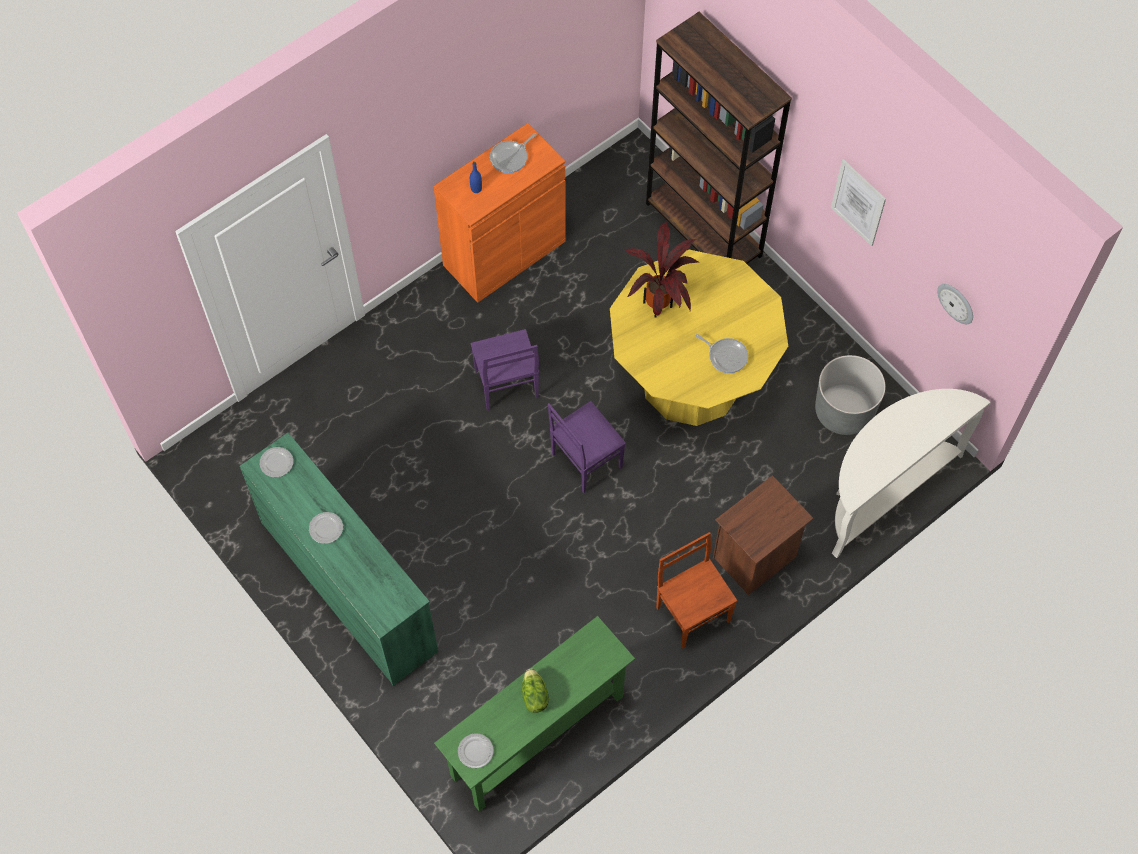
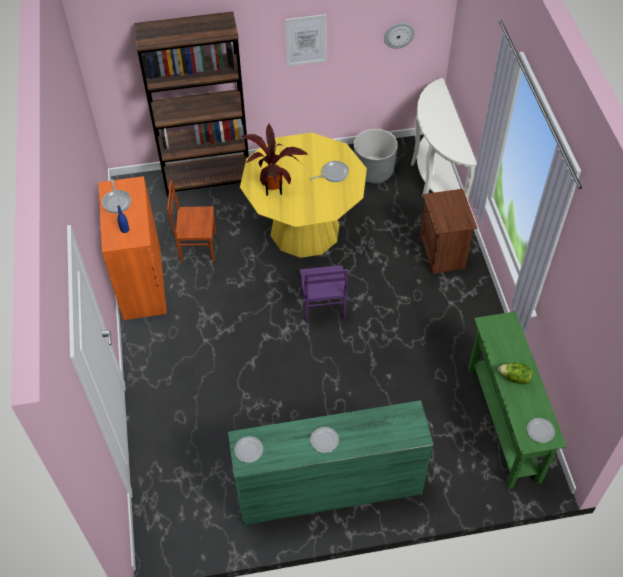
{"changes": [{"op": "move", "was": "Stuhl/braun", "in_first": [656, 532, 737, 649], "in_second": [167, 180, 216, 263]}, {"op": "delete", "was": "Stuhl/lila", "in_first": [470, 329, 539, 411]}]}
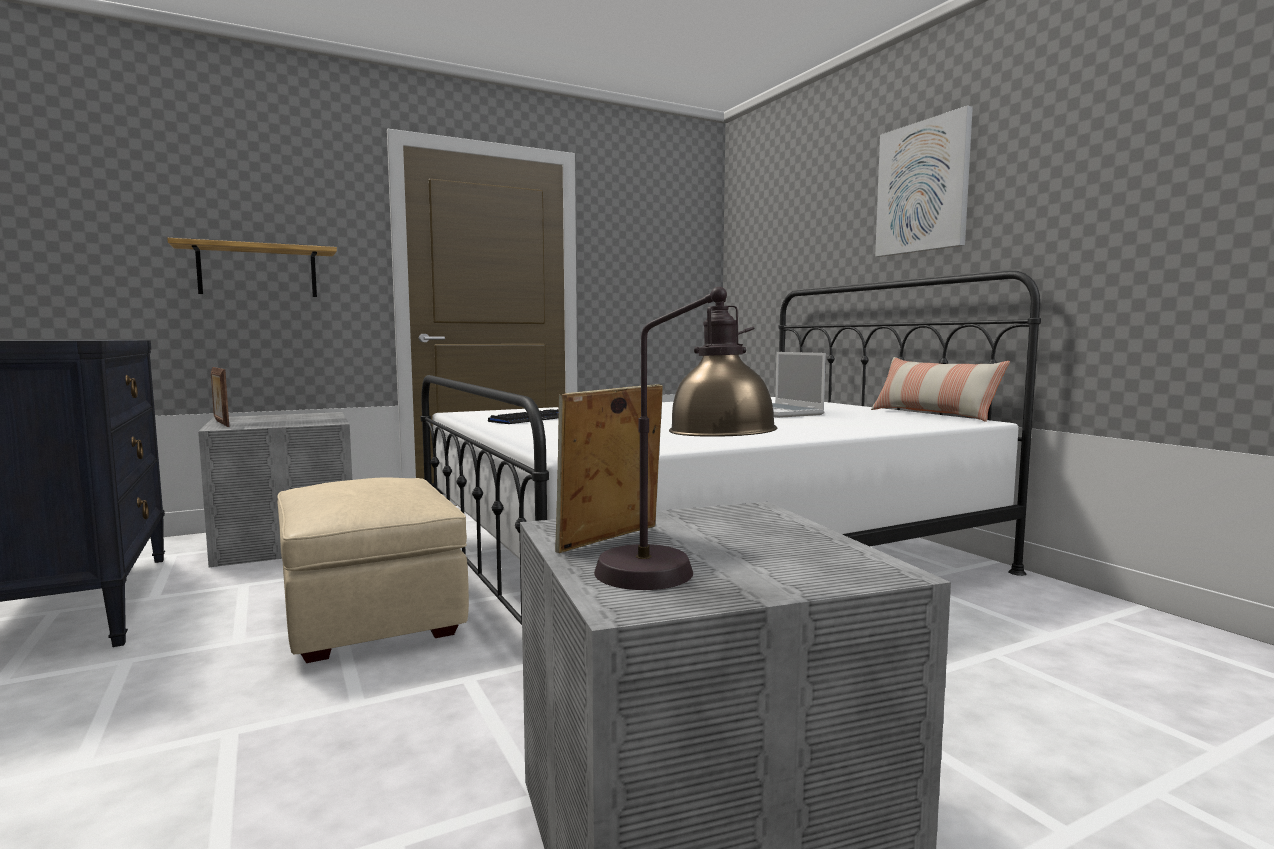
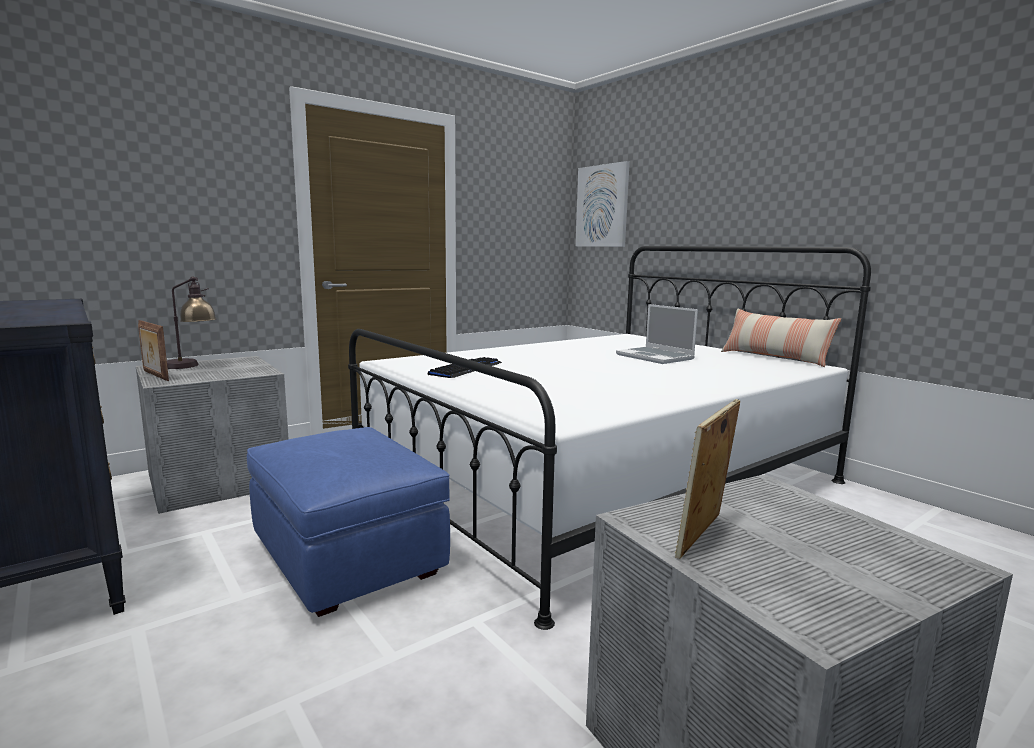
{"changes": [{"op": "move", "was": "Tischlampe", "in_first": [594, 287, 777, 590], "in_second": [167, 277, 217, 369]}, {"op": "recolor", "was": "Polsterhocker/beige", "now": "Polsterhocker/blau", "in_first": [277, 478, 469, 663], "in_second": [247, 427, 450, 617]}, {"op": "move", "was": "Bild", "in_first": [875, 106, 973, 257], "in_second": [575, 161, 630, 247]}, {"op": "delete", "was": "Wandregal", "in_first": [167, 238, 337, 297]}]}
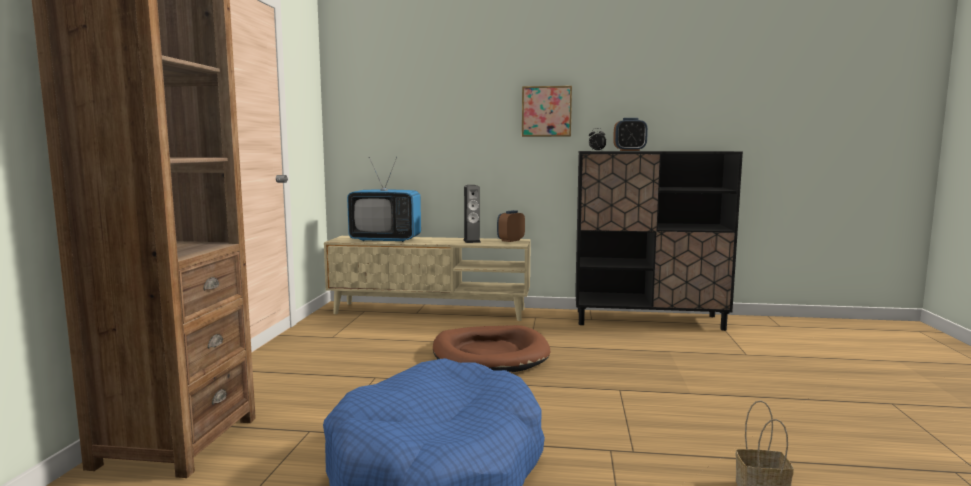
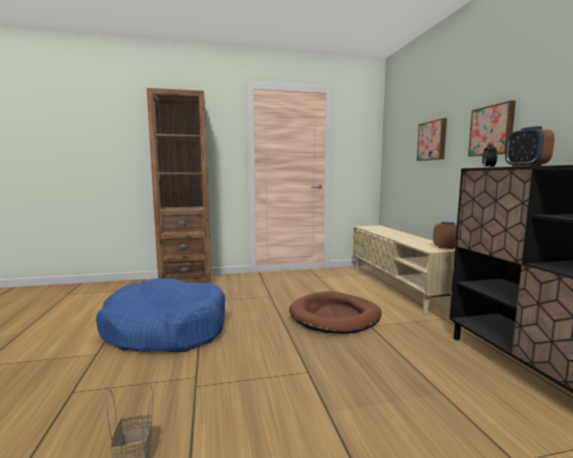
{"changes": [{"op": "insert", "now": "Bild", "in_second": [417, 118, 447, 161]}, {"op": "delete", "was": "Fernseher", "in_first": [347, 157, 421, 242]}, {"op": "delete", "was": "Lautsprecher", "in_first": [463, 185, 481, 243]}]}
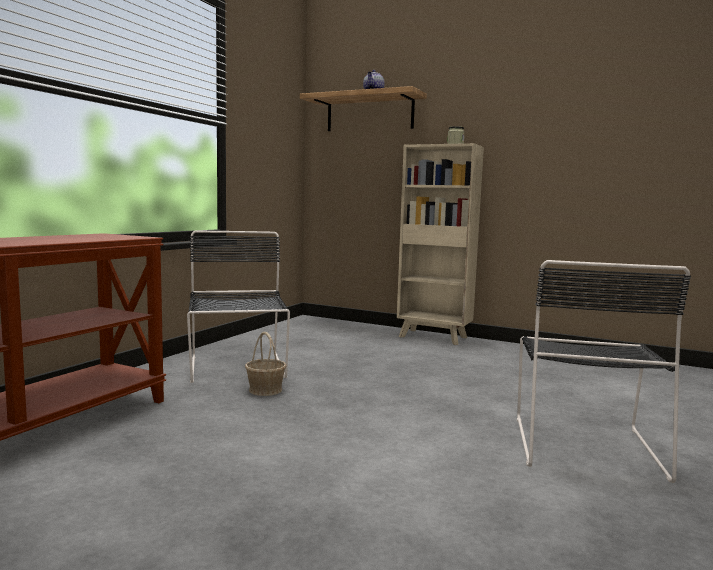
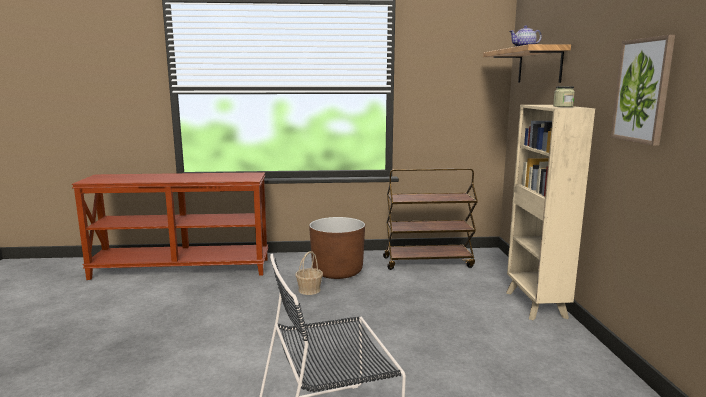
{"changes": [{"op": "replace", "was": "Stuhl/schwarz", "now": "Pflanzkübel/braun", "in_first": [187, 231, 290, 383], "in_second": [309, 217, 365, 279]}, {"op": "insert", "now": "Rollwagen/braun", "in_second": [383, 168, 478, 270]}, {"op": "insert", "now": "Bild", "in_second": [611, 35, 675, 146]}]}
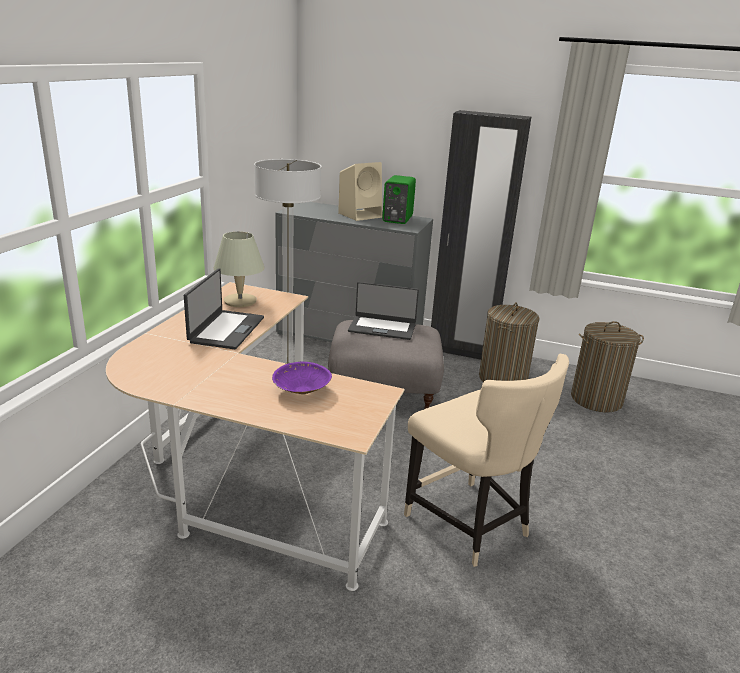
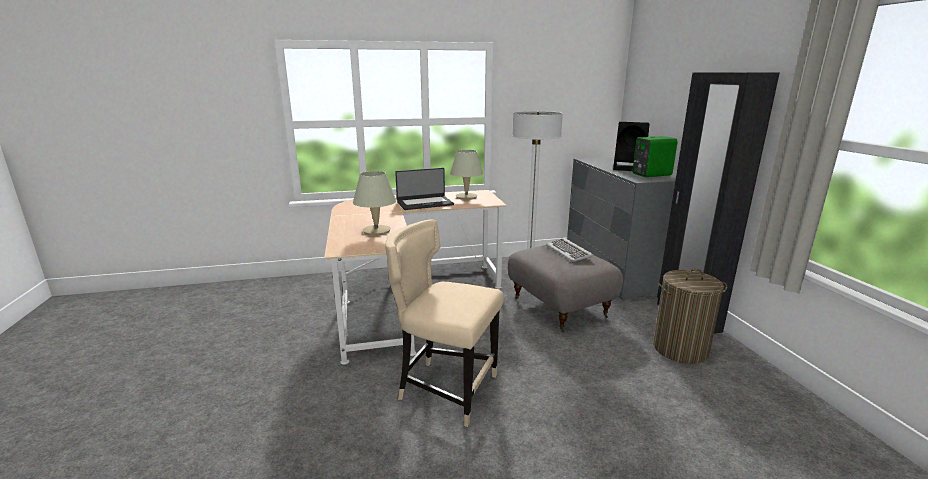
{"changes": [{"op": "replace", "was": "Schüssel/lila", "now": "Tischlampe/beige", "in_first": [272, 362, 332, 394], "in_second": [353, 171, 396, 235]}, {"op": "rotate", "was": "Stuhl/beige", "in_first": [404, 354, 569, 567], "in_second": [385, 219, 504, 427], "clockwise": 90}, {"op": "replace", "was": "Laptop", "now": "Tastatur", "in_first": [348, 282, 419, 340], "in_second": [546, 238, 594, 262]}, {"op": "recolor", "was": "Lautsprecher/beige", "now": "Lautsprecher/schwarz", "in_first": [338, 162, 382, 221], "in_second": [613, 122, 649, 171]}, {"op": "delete", "was": "Wäschekorb", "in_first": [571, 321, 644, 413]}]}
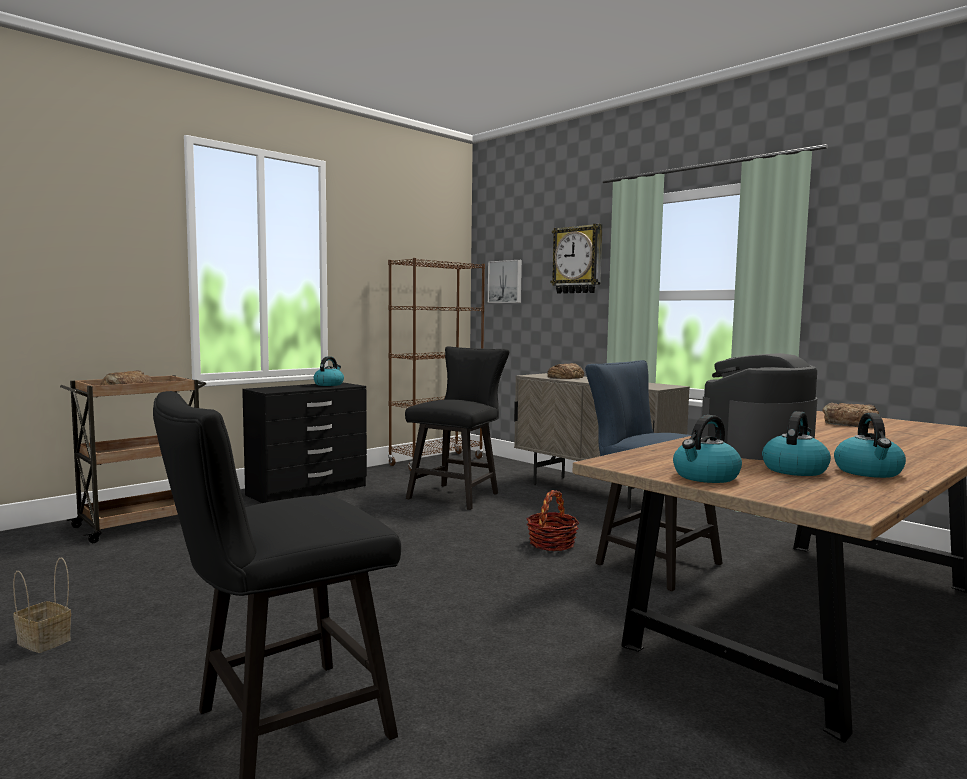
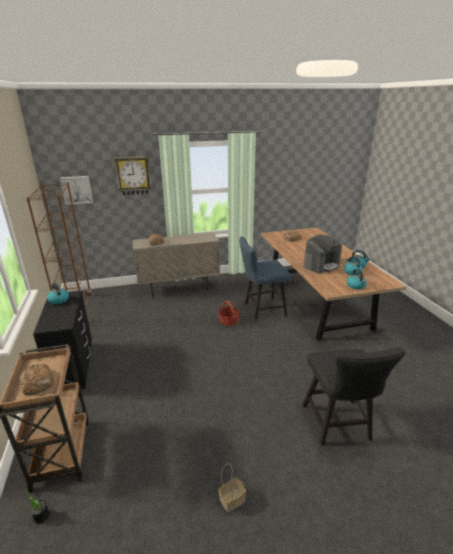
{"changes": [{"op": "insert", "now": "Topfpflanze", "in_second": [26, 489, 50, 524]}, {"op": "rotate", "was": "Kaffeemaschine", "in_first": [701, 353, 817, 460], "in_second": [304, 234, 342, 274], "clockwise": -120}, {"op": "delete", "was": "Stuhl/schwarz", "in_first": [405, 347, 509, 510]}]}
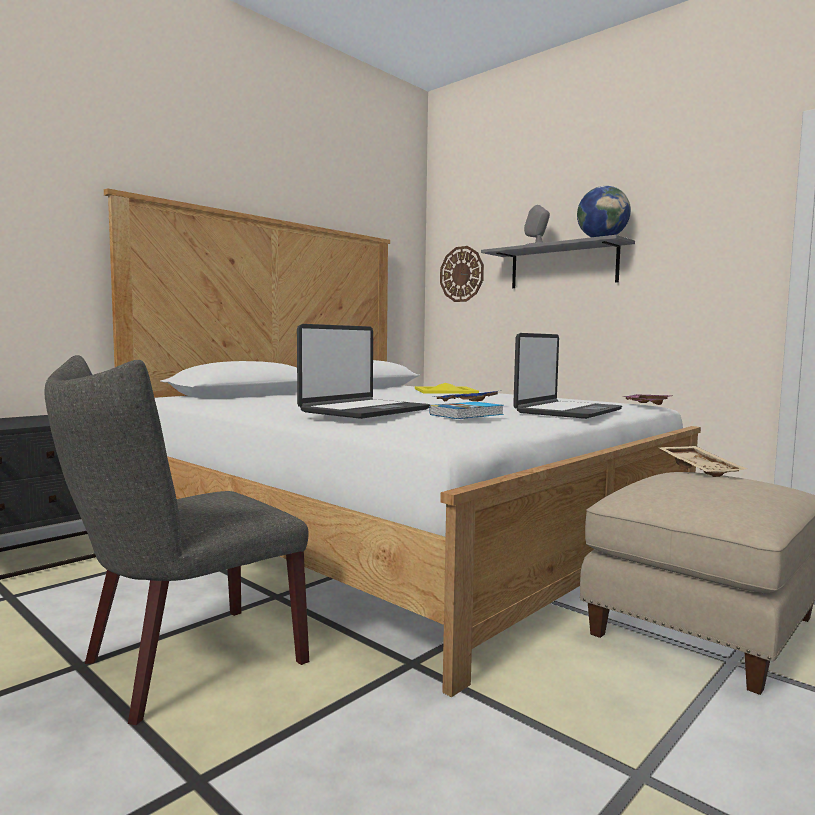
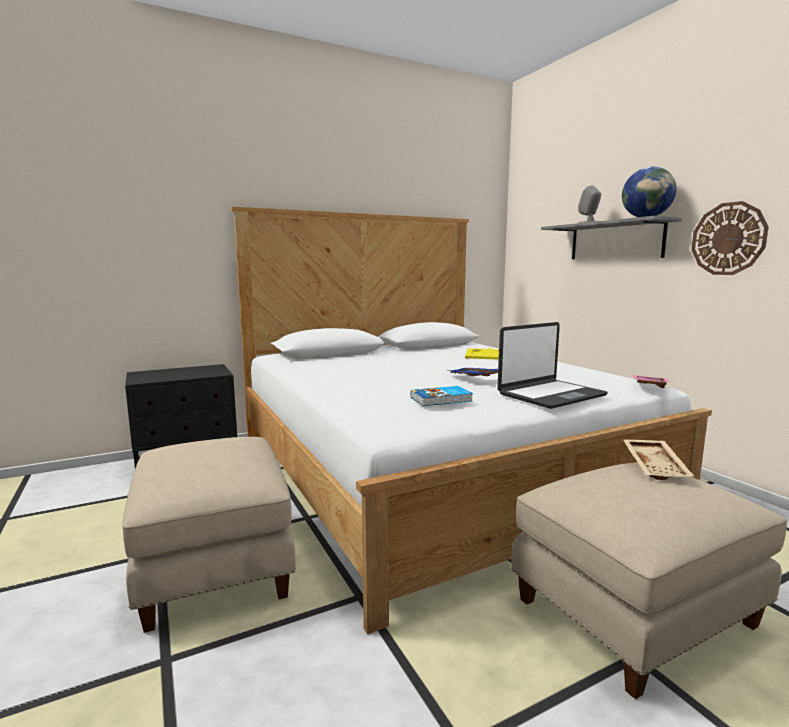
{"changes": [{"op": "replace", "was": "Stuhl/grau", "now": "Polsterhocker/beige", "in_first": [44, 355, 309, 725], "in_second": [122, 437, 296, 633]}, {"op": "move", "was": "Wanduhr", "in_first": [440, 246, 484, 302], "in_second": [691, 201, 769, 275]}, {"op": "delete", "was": "Laptop", "in_first": [297, 324, 430, 419]}]}
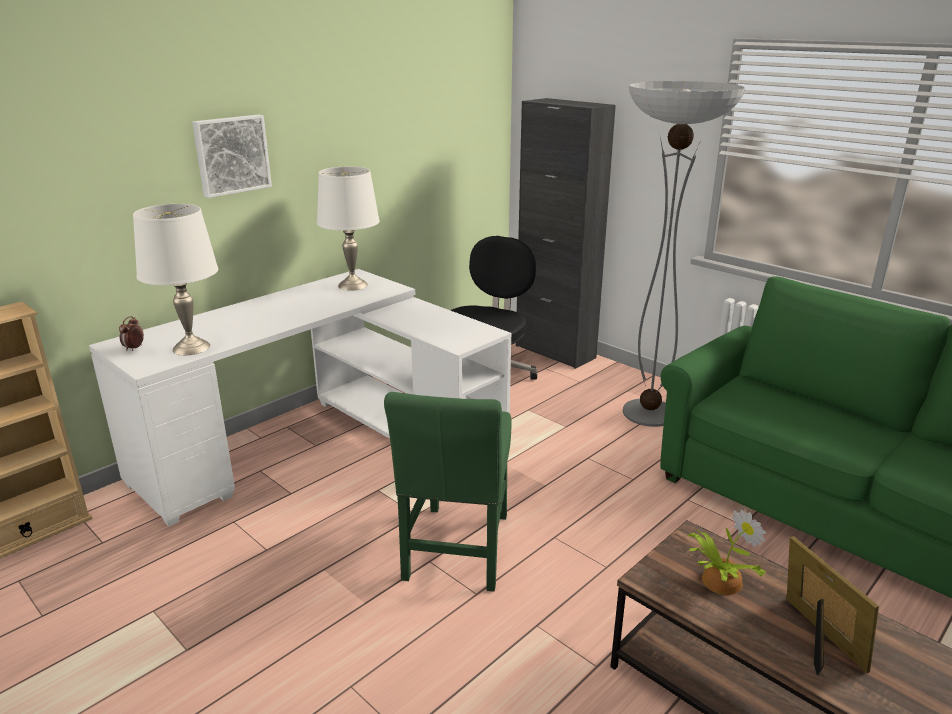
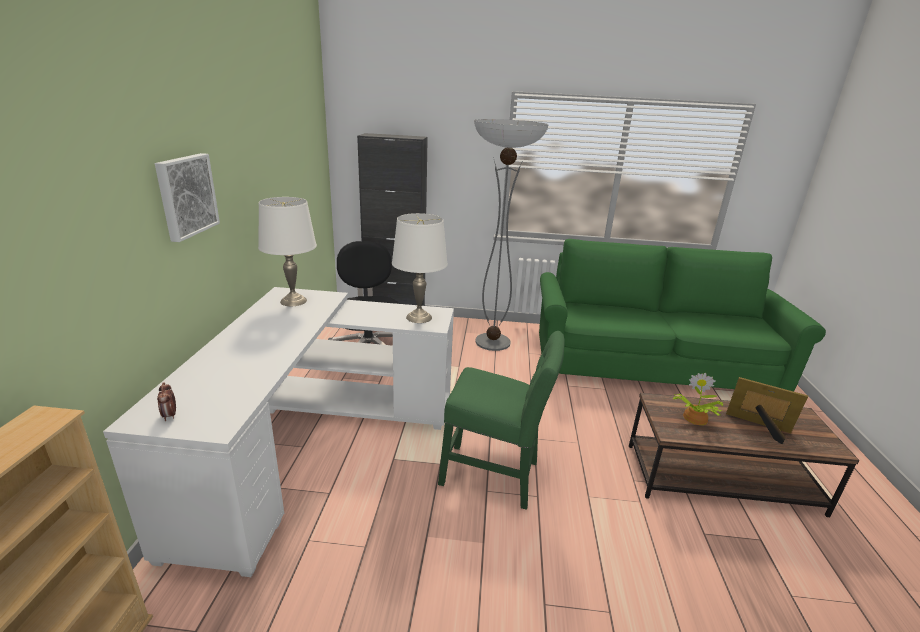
{"changes": [{"op": "move", "was": "Tischlampe/weiß", "in_first": [133, 204, 218, 355], "in_second": [392, 213, 448, 323]}, {"op": "rotate", "was": "Stuhl/grün", "in_first": [384, 392, 511, 592], "in_second": [438, 331, 564, 510], "clockwise": -45}]}
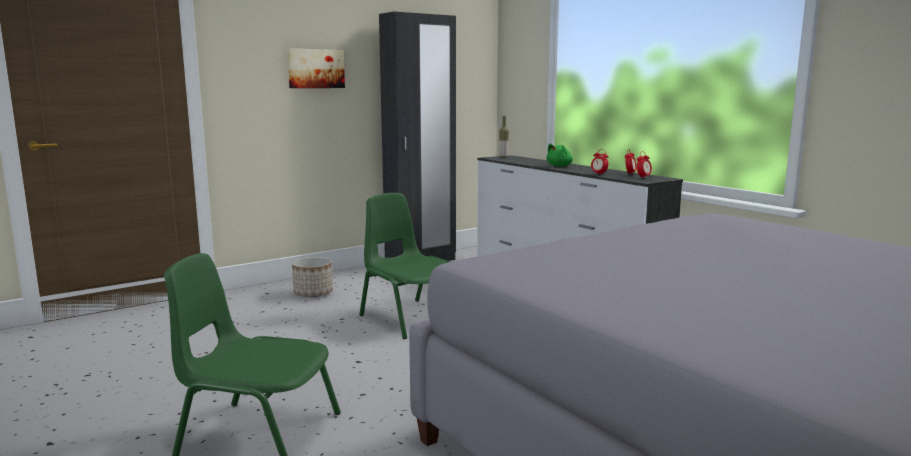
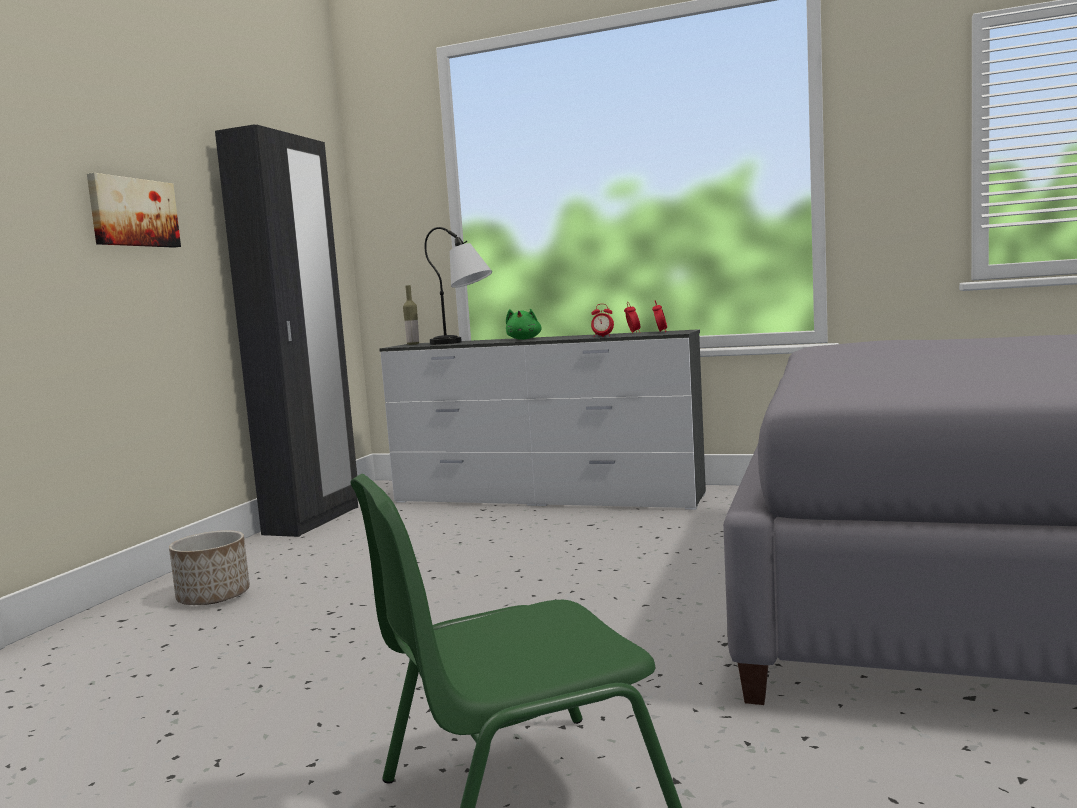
{"changes": [{"op": "insert", "now": "Tischlampe", "in_second": [425, 227, 492, 345]}, {"op": "delete", "was": "Stuhl/grün", "in_first": [359, 193, 450, 339]}]}
